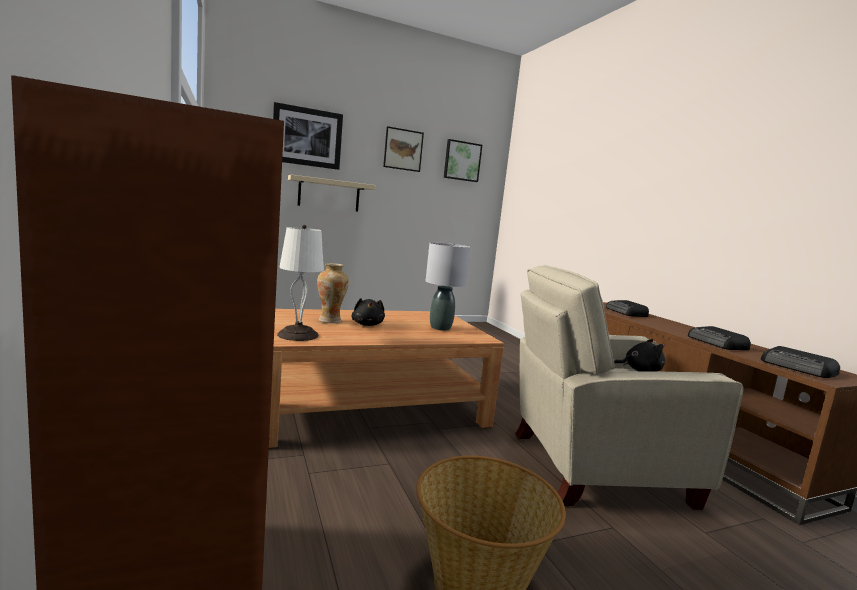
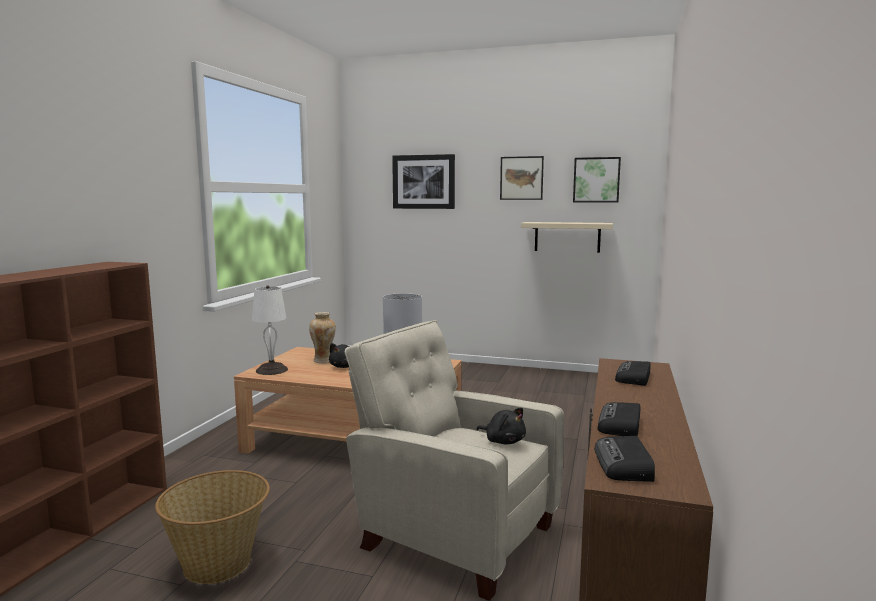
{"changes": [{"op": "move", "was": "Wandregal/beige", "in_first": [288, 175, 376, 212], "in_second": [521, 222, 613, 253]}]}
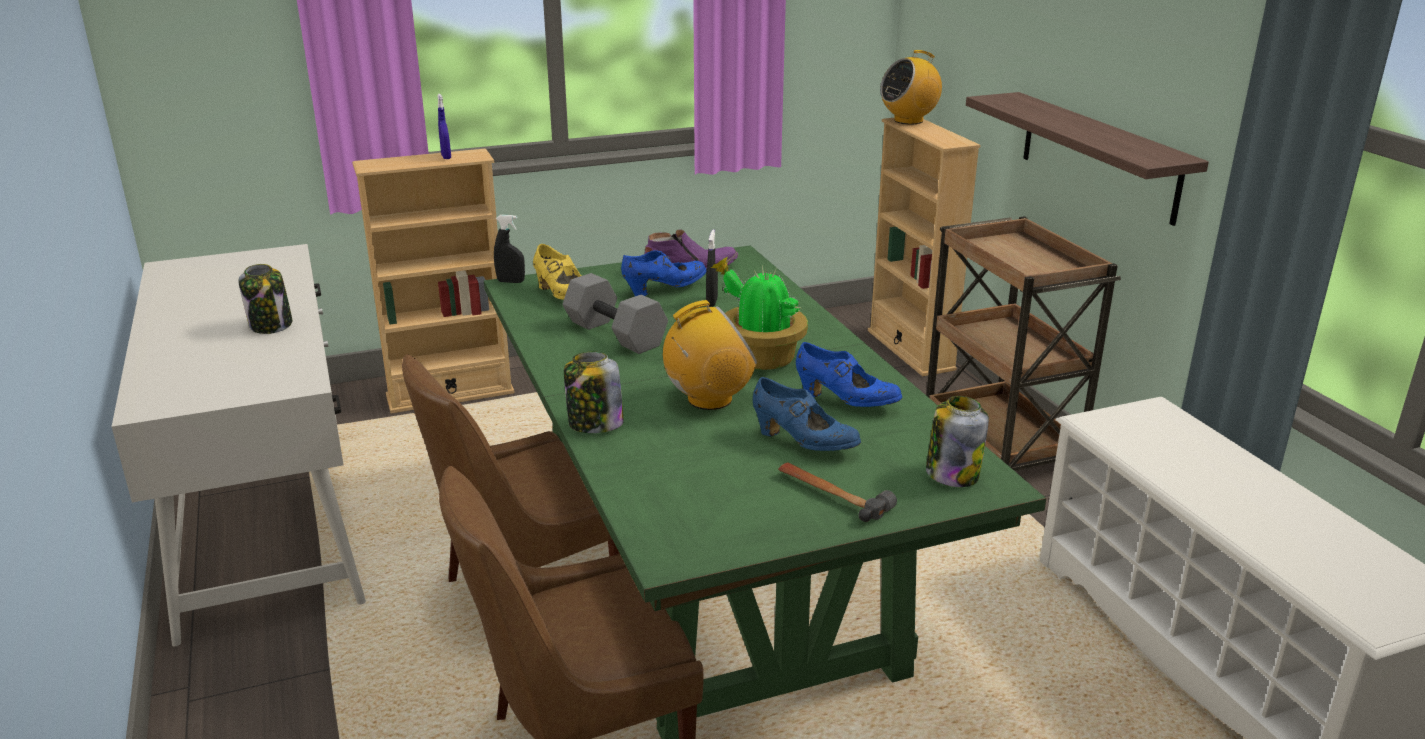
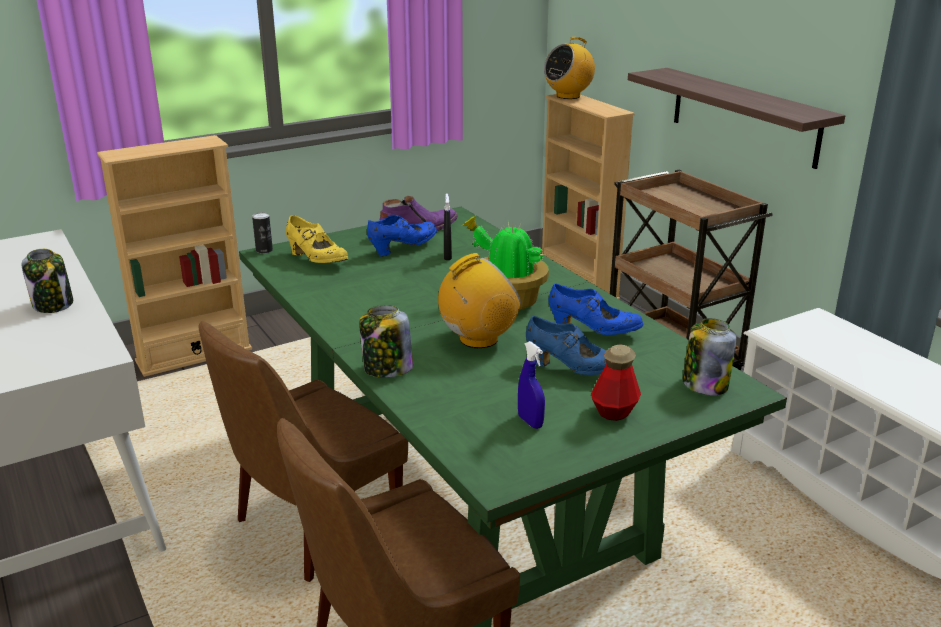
{"changes": [{"op": "replace", "was": "Sprühflasche/schwarz", "now": "Dose", "in_first": [494, 215, 525, 283], "in_second": [252, 212, 273, 254]}, {"op": "move", "was": "Sprühflasche/blau", "in_first": [437, 94, 451, 159], "in_second": [518, 341, 545, 429]}, {"op": "replace", "was": "Hammer", "now": "Flasche", "in_first": [778, 463, 897, 522], "in_second": [591, 344, 641, 421]}, {"op": "delete", "was": "Hantel/grau", "in_first": [562, 273, 668, 354]}]}
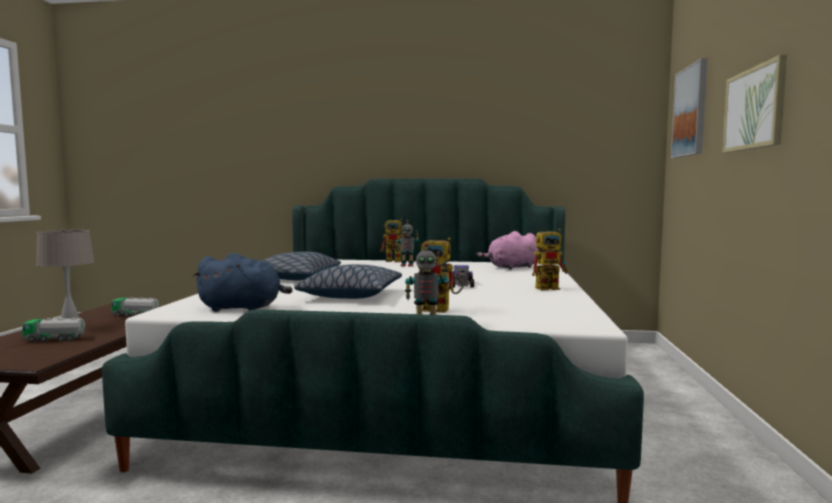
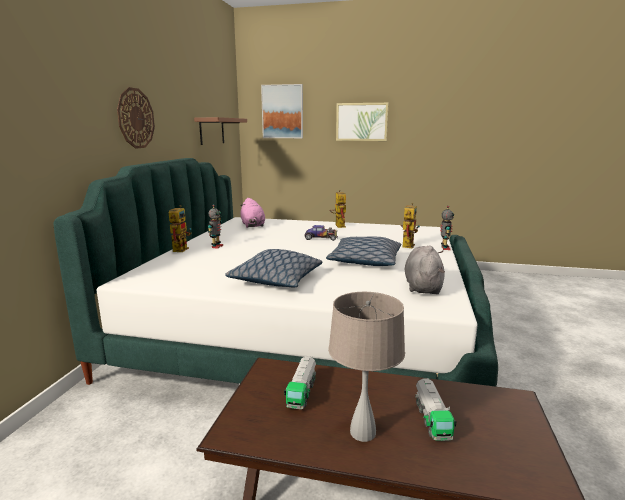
{"changes": [{"op": "insert", "now": "Wanduhr", "in_second": [117, 87, 155, 149]}, {"op": "insert", "now": "Wandregal/braun", "in_second": [194, 117, 247, 145]}, {"op": "recolor", "was": "Plüschtier/blau", "now": "Plüschtier/grau", "in_first": [193, 253, 293, 312], "in_second": [405, 245, 445, 294]}]}
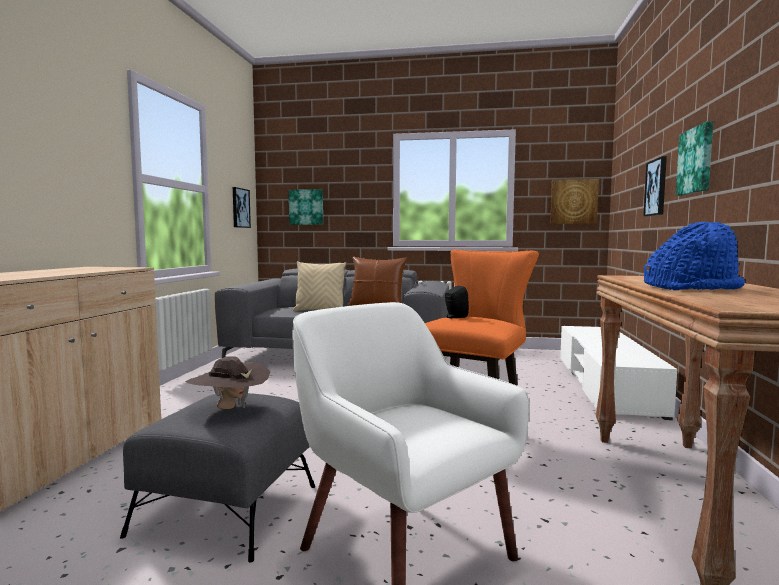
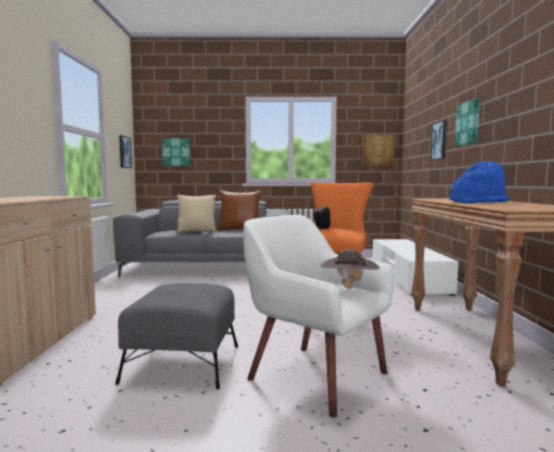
{"changes": [{"op": "move", "was": "Hut/braun", "in_first": [185, 356, 270, 409], "in_second": [321, 249, 380, 289]}]}
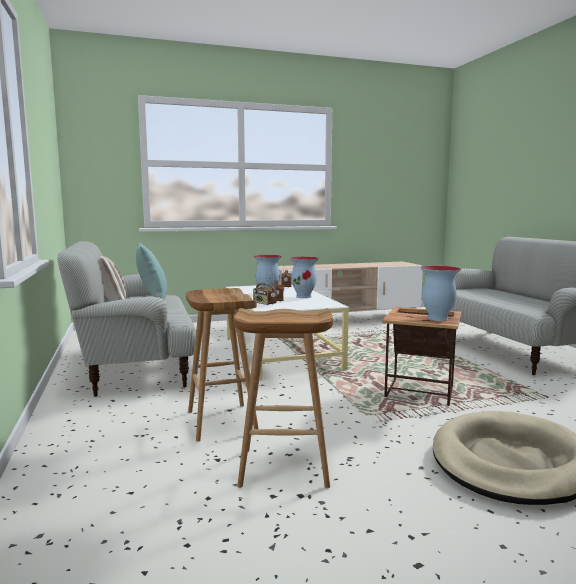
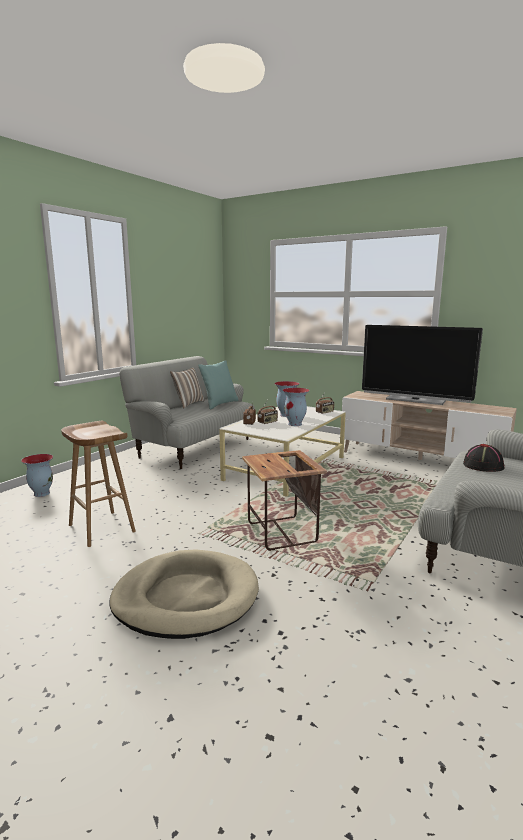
{"changes": [{"op": "move", "was": "Vase", "in_first": [420, 266, 461, 321], "in_second": [21, 454, 53, 497]}, {"op": "insert", "now": "Fernseher", "in_second": [362, 325, 483, 405]}, {"op": "insert", "now": "Hut/schwarz", "in_second": [463, 444, 504, 472]}, {"op": "delete", "was": "Hocker/braun", "in_first": [186, 288, 259, 442]}]}
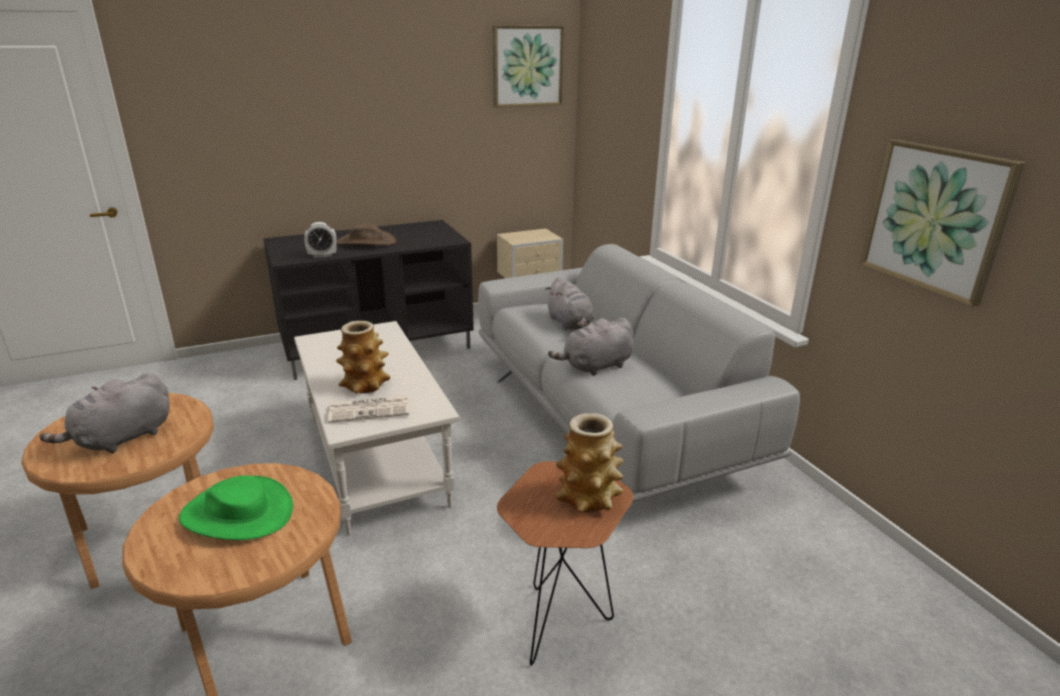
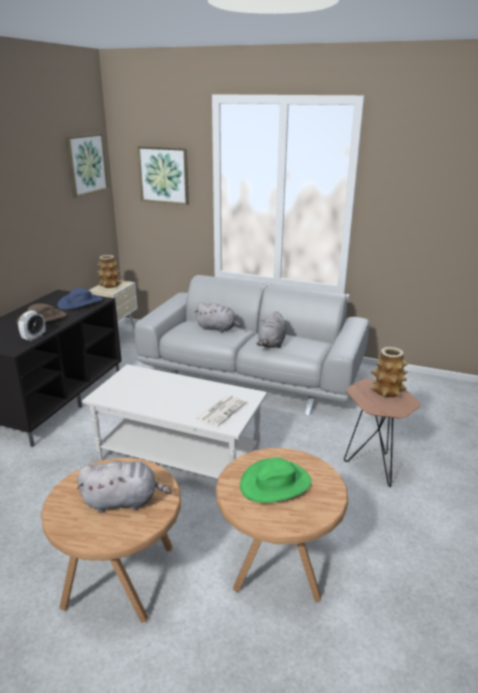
{"changes": [{"op": "insert", "now": "Hut/blau", "in_second": [57, 288, 103, 310]}, {"op": "rotate", "was": "Plüschtier/grau", "in_first": [39, 373, 169, 454], "in_second": [77, 461, 171, 513], "clockwise": -90}, {"op": "move", "was": "Vase", "in_first": [336, 321, 390, 394], "in_second": [97, 255, 122, 288]}, {"op": "move", "was": "Bild", "in_first": [860, 139, 1025, 307], "in_second": [137, 146, 189, 205]}]}
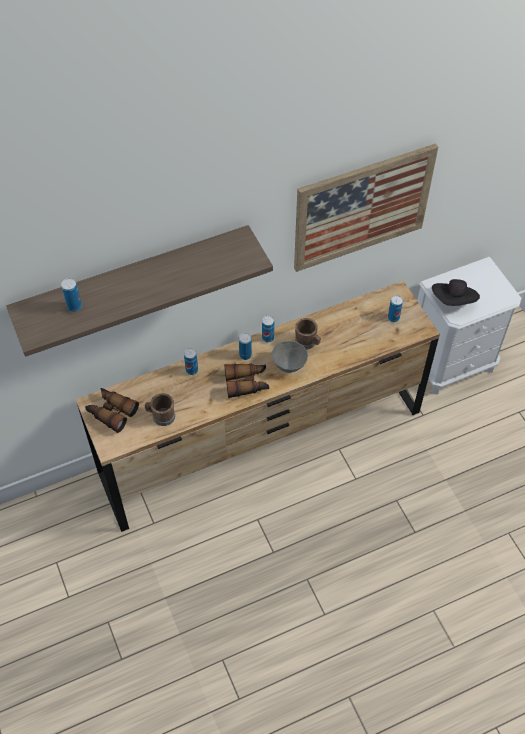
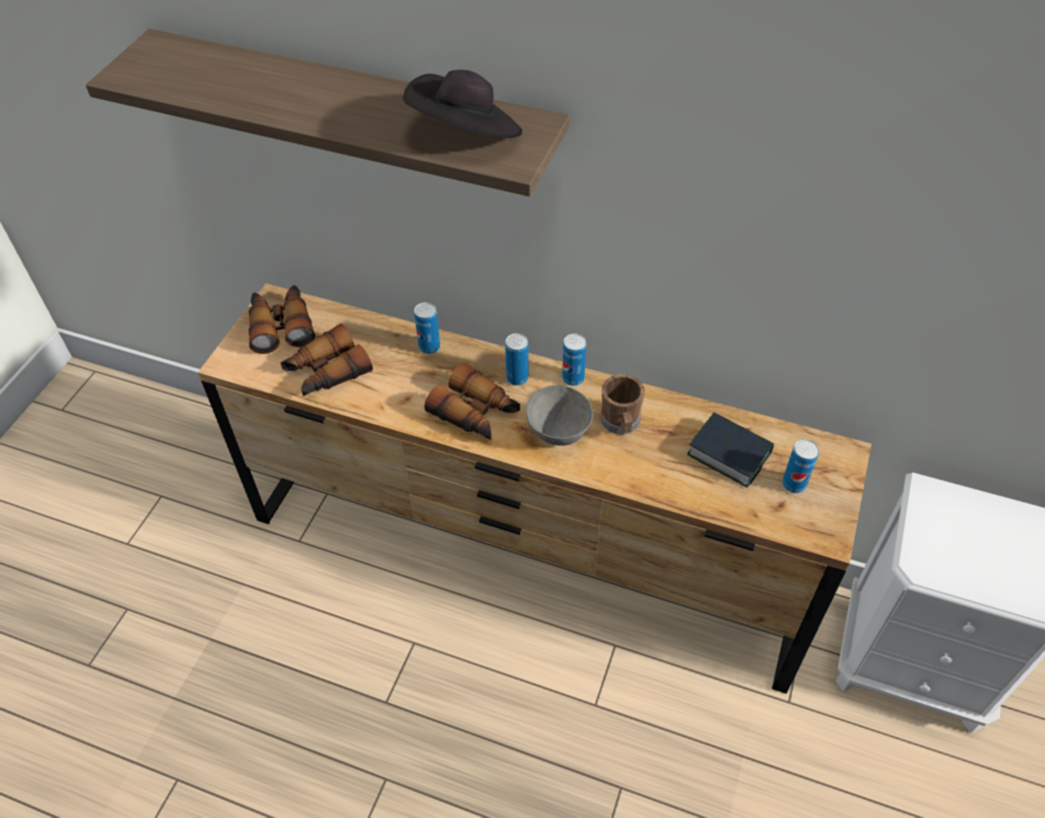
{"changes": [{"op": "replace", "was": "Henkelbecher/braun", "now": "Fernglas", "in_first": [145, 393, 175, 426], "in_second": [280, 324, 373, 396]}, {"op": "move", "was": "Hut/schwarz", "in_first": [432, 279, 480, 306], "in_second": [403, 70, 522, 138]}, {"op": "insert", "now": "Buch", "in_second": [687, 412, 774, 488]}, {"op": "delete", "was": "Dose", "in_first": [61, 278, 82, 312]}, {"op": "delete", "was": "Bild", "in_first": [294, 143, 438, 272]}]}
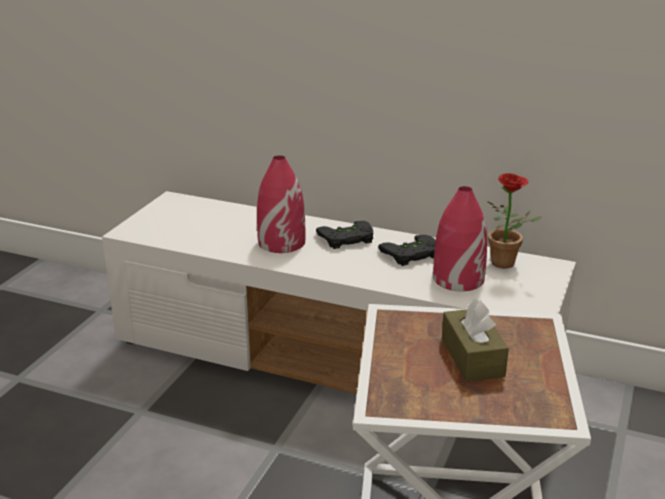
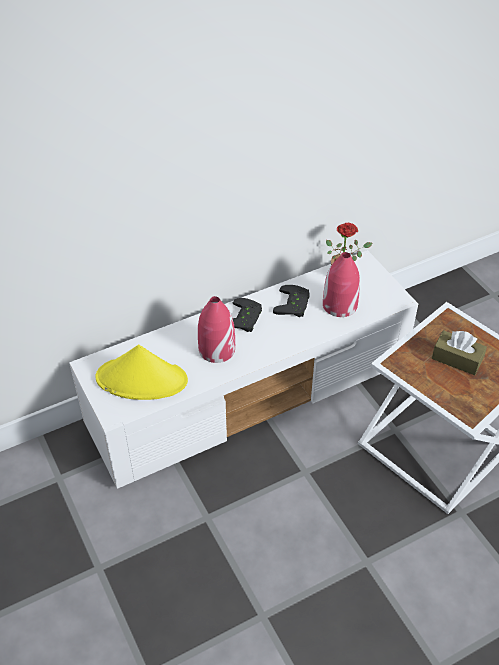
{"changes": [{"op": "insert", "now": "Hut/gelb", "in_second": [95, 345, 188, 400]}]}
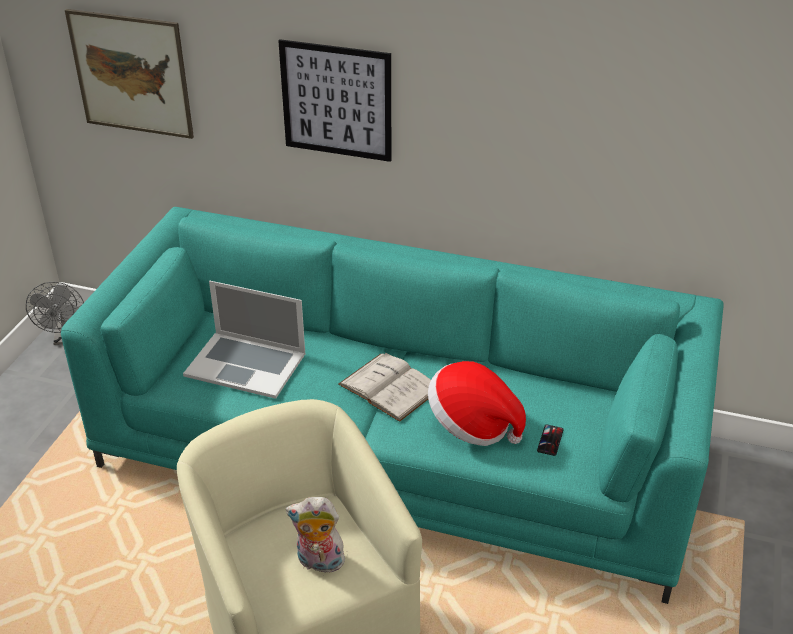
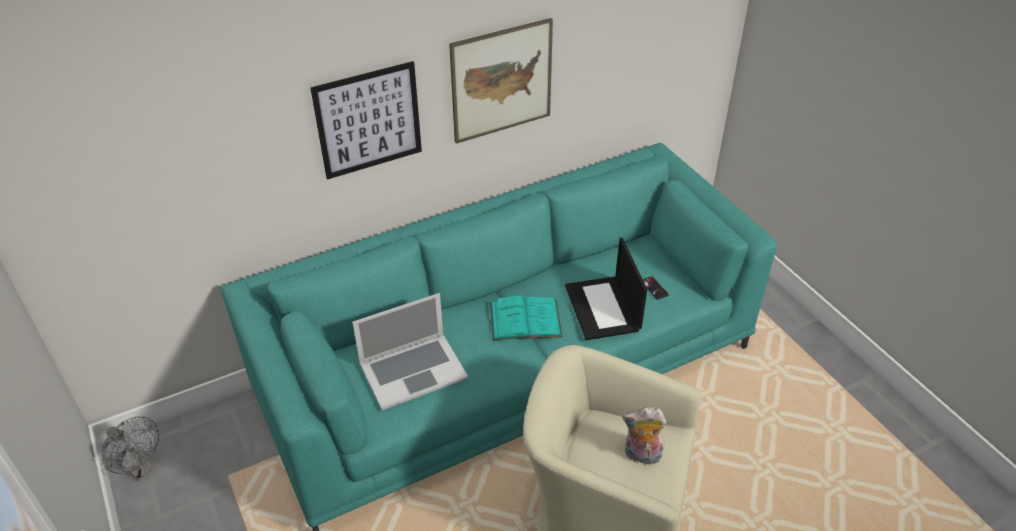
{"changes": [{"op": "move", "was": "Bild", "in_first": [65, 9, 194, 139], "in_second": [449, 18, 553, 144]}, {"op": "recolor", "was": "Buch/weiß", "now": "Buch/türkis", "in_first": [338, 353, 431, 422], "in_second": [490, 296, 562, 340]}, {"op": "replace", "was": "Hut", "now": "Laptop", "in_first": [428, 361, 526, 446], "in_second": [565, 237, 647, 340]}, {"op": "rotate", "was": "Plüschtier", "in_first": [285, 497, 347, 573], "in_second": [622, 407, 667, 465], "clockwise": 45}]}
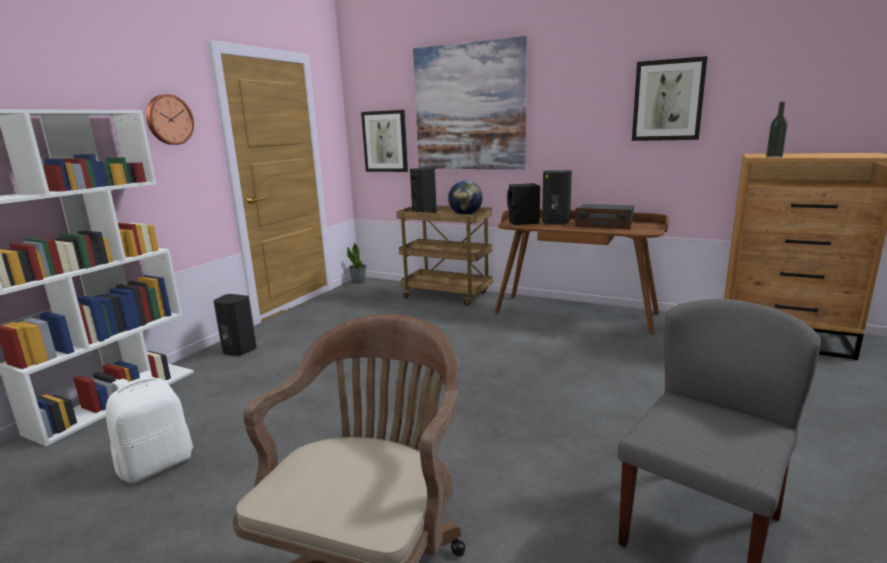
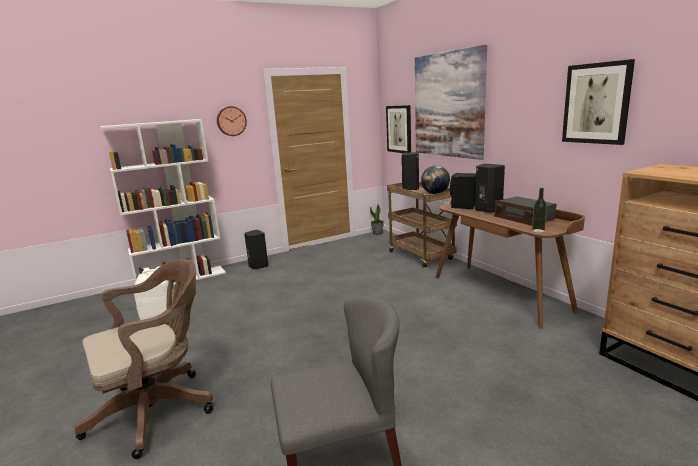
{"changes": [{"op": "move", "was": "Flasche", "in_first": [766, 102, 788, 158], "in_second": [532, 188, 547, 233]}]}
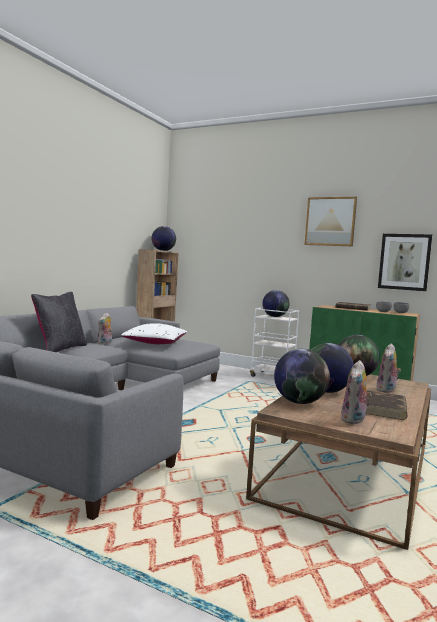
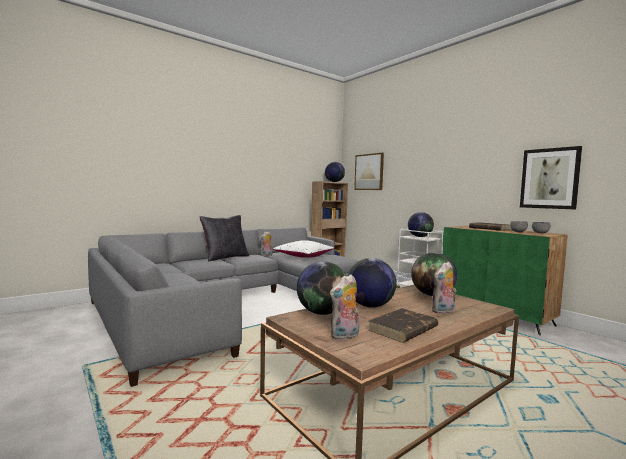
{"changes": [{"op": "move", "was": "Bild", "in_first": [304, 197, 357, 246], "in_second": [354, 153, 384, 190]}]}
